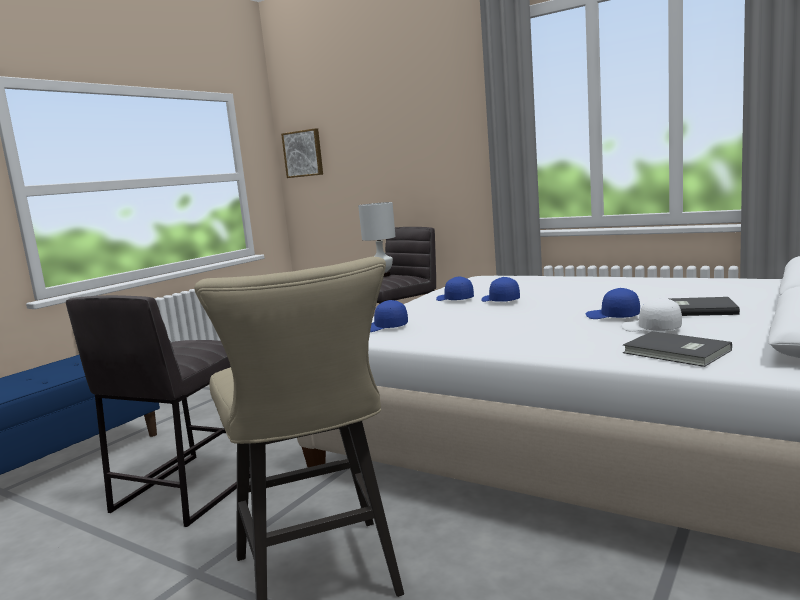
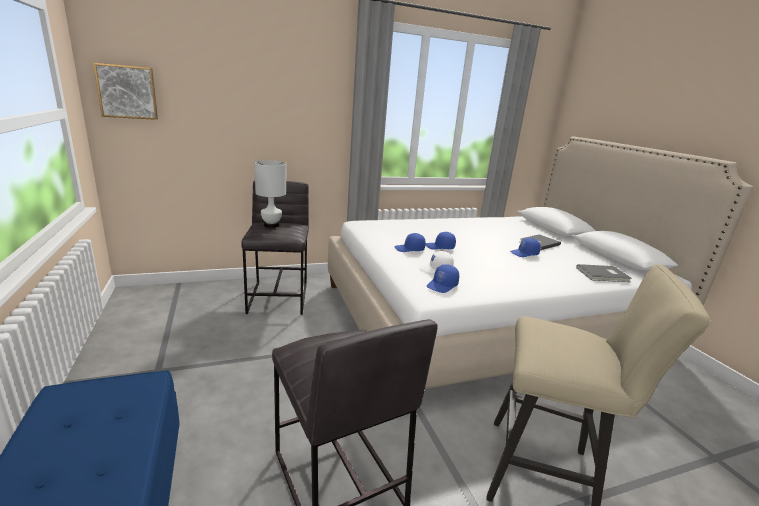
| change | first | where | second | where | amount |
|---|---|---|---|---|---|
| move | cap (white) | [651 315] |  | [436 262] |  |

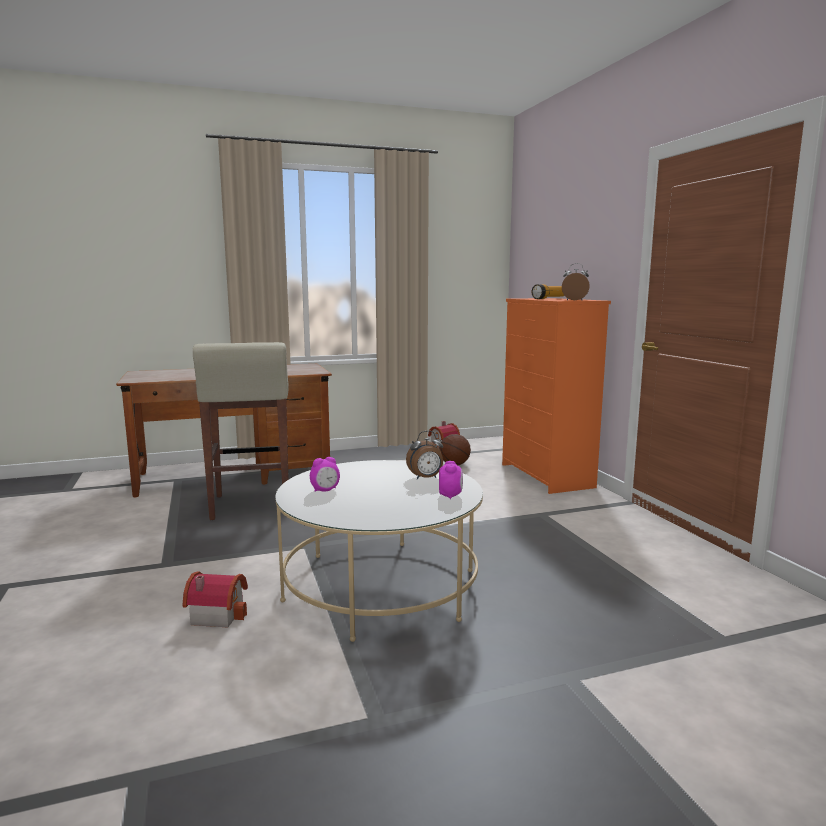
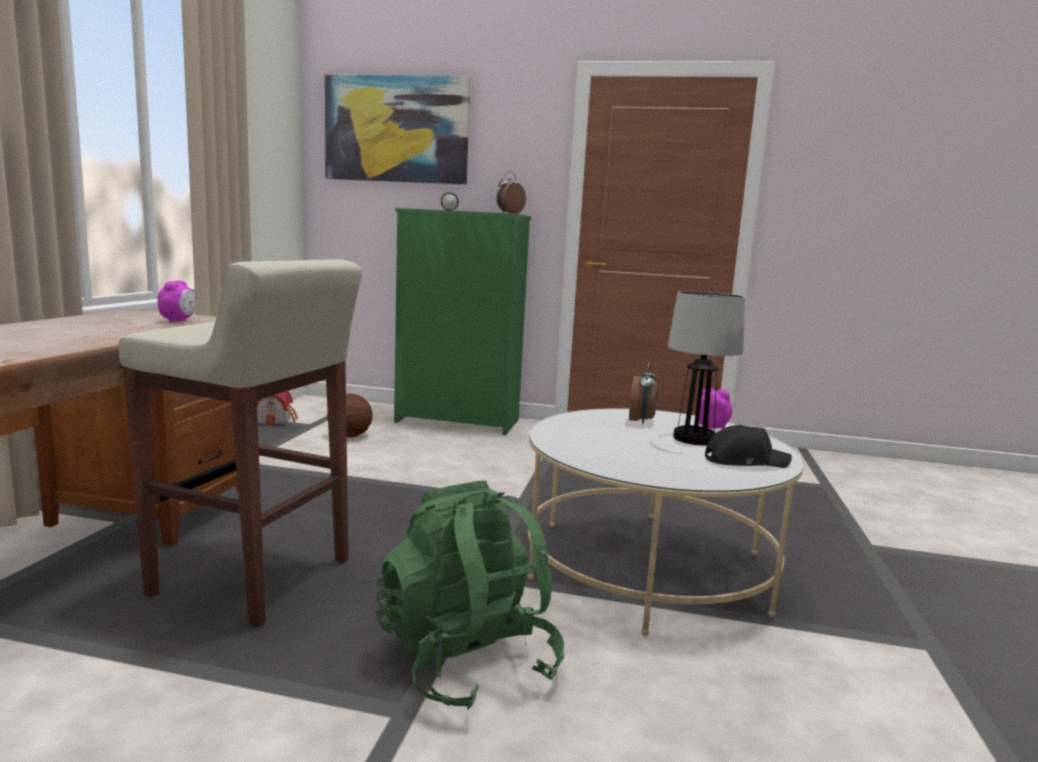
| change | first | where | second | where | amount |
|---|---|---|---|---|---|
| delete | toy house | [215 600] |  |  |  |
| insert |  |  | picture | [397 129] |  |
| insert |  |  | backpack (green) | [470 595] |  |
| insert |  |  | table lamp | [706 368] |  |
| insert |  |  | cap (black) | [748 446] |  |
| move | alarm clock | [325 474] |  | [176 301] |  |
| recolor | dresser (orange) | [556 396] | dresser (green) | [462 321] |  |

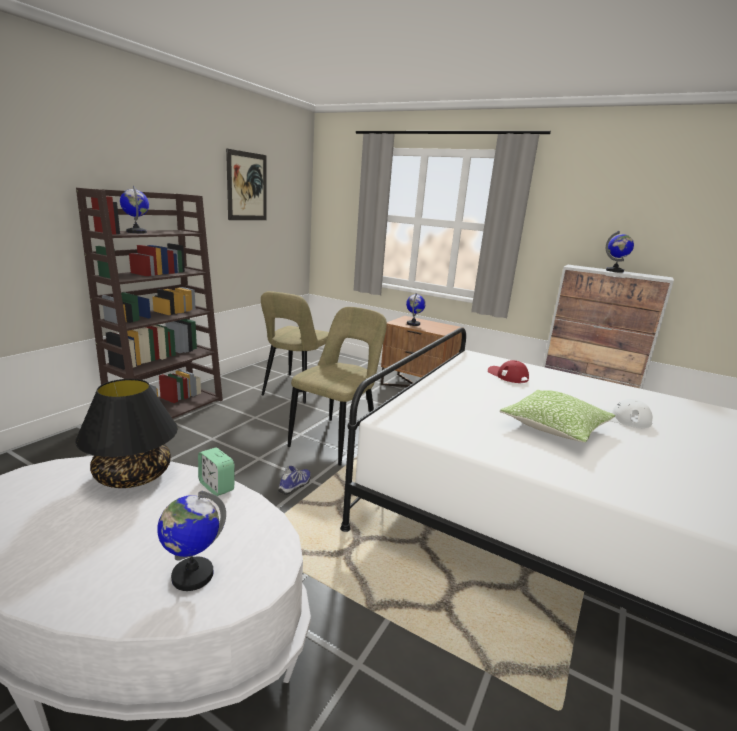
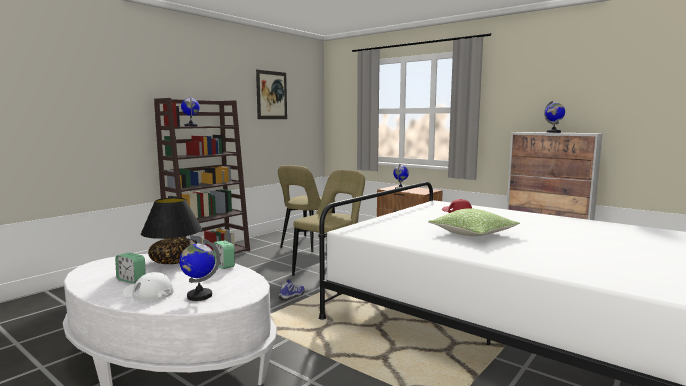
| change | first | where | second | where | amount |
|---|---|---|---|---|---|
| insert |  |  | alarm clock | [130 268] |  |
| move | cap (white) | [625 413] |  | [148 287] |  |

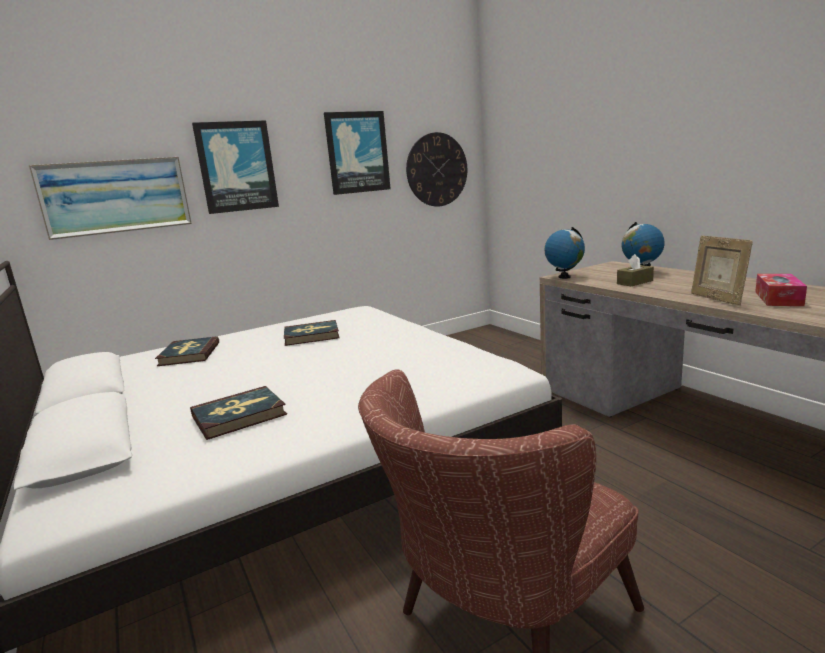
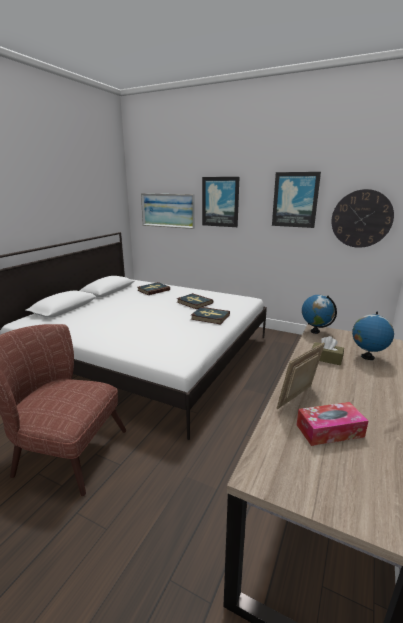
| change | first | where | second | where | amount |
|---|---|---|---|---|---|
| move | book | [238 413] |  | [210 315] |  |

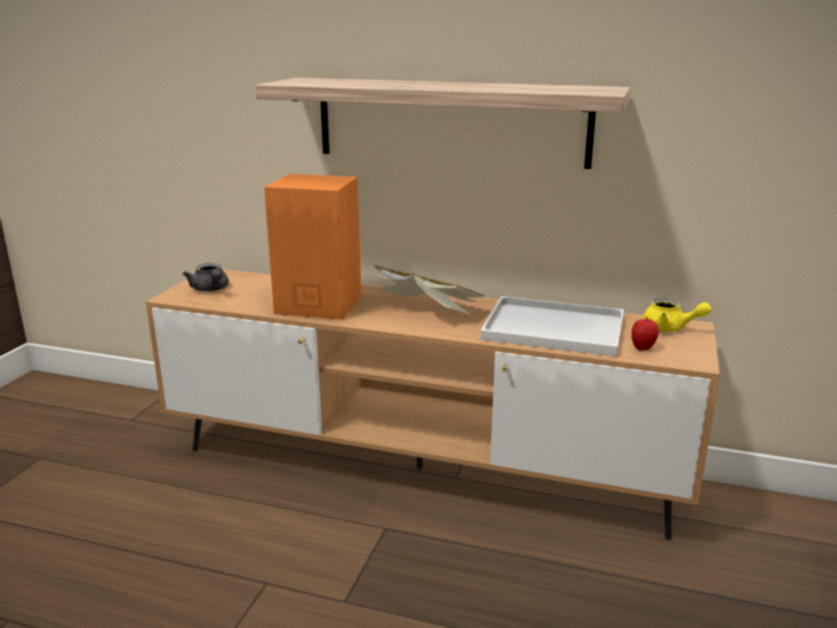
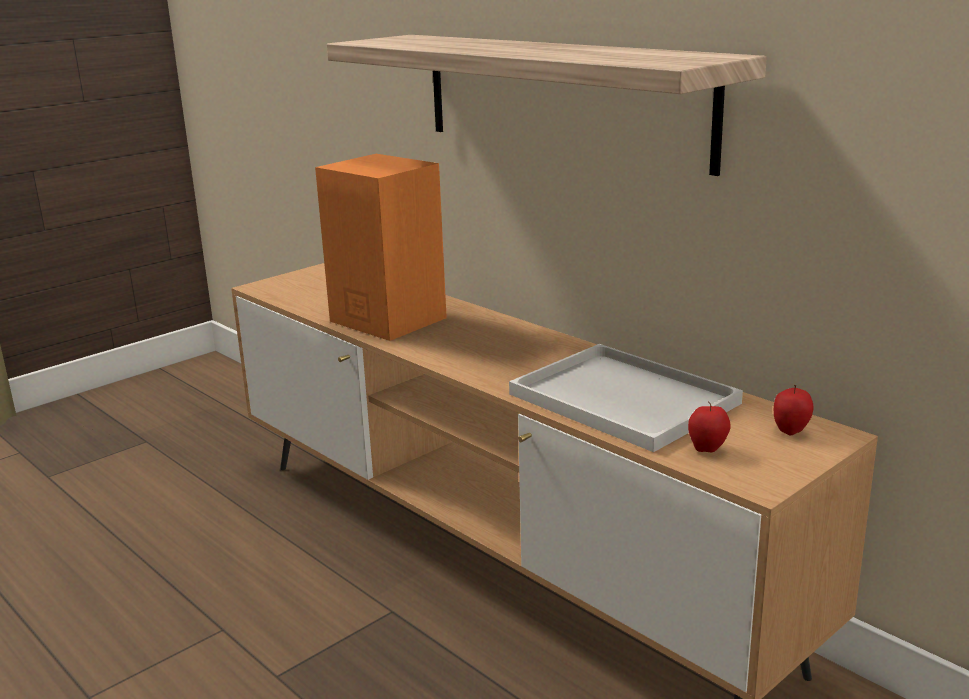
| change | first | where | second | where | amount |
|---|---|---|---|---|---|
| delete | teapot (grey) | [206 277] |  |  |  |
| delete | book | [428 290] |  |  |  |
| replace | teapot (yellow) | [676 315] | apple | [793 410] |  |

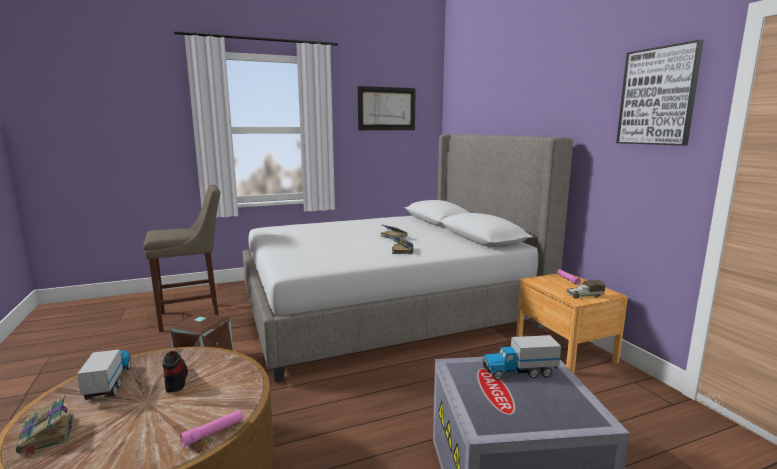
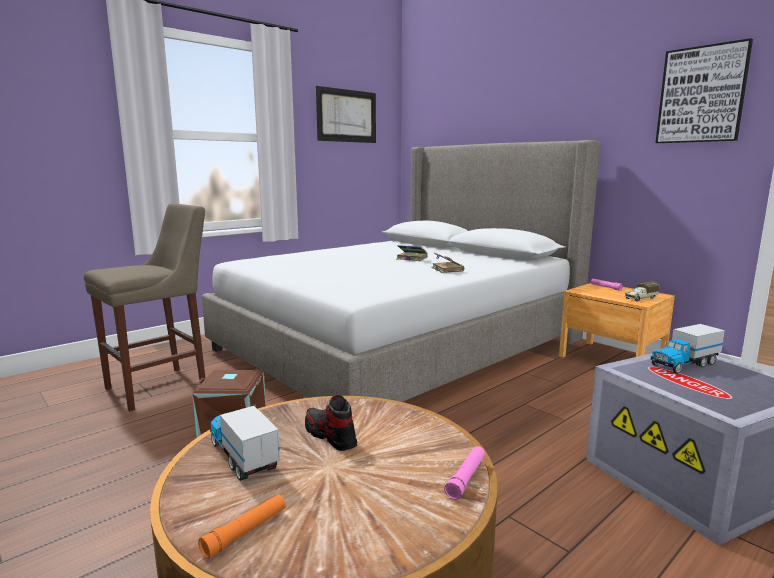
| change | first | where | second | where | amount |
|---|---|---|---|---|---|
| replace | book | [44 425] | flashlight (orange) | [242 526] |  |

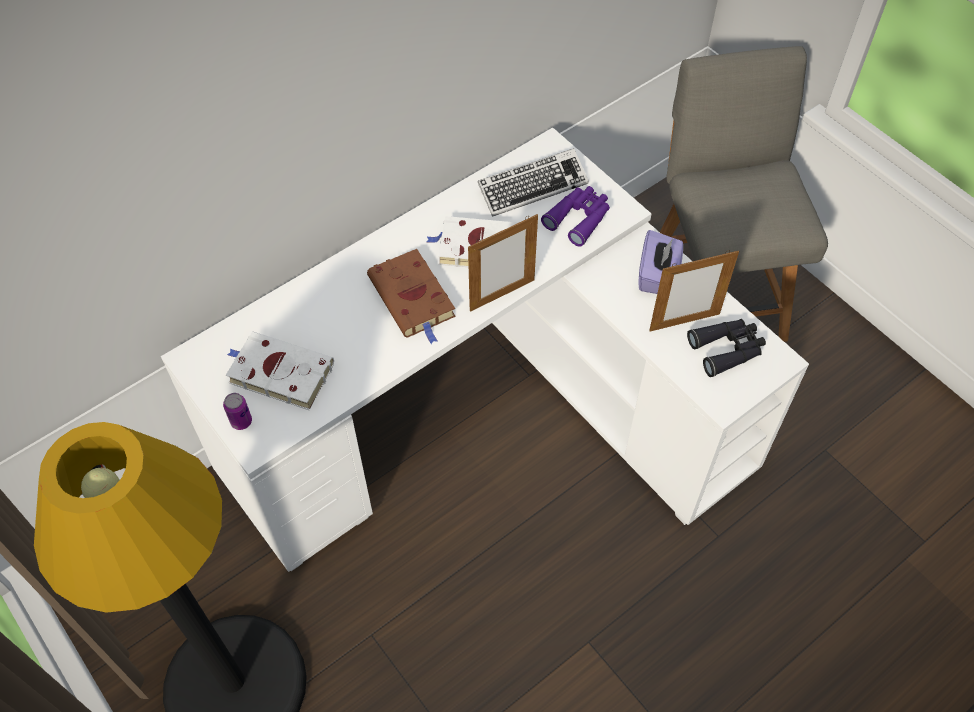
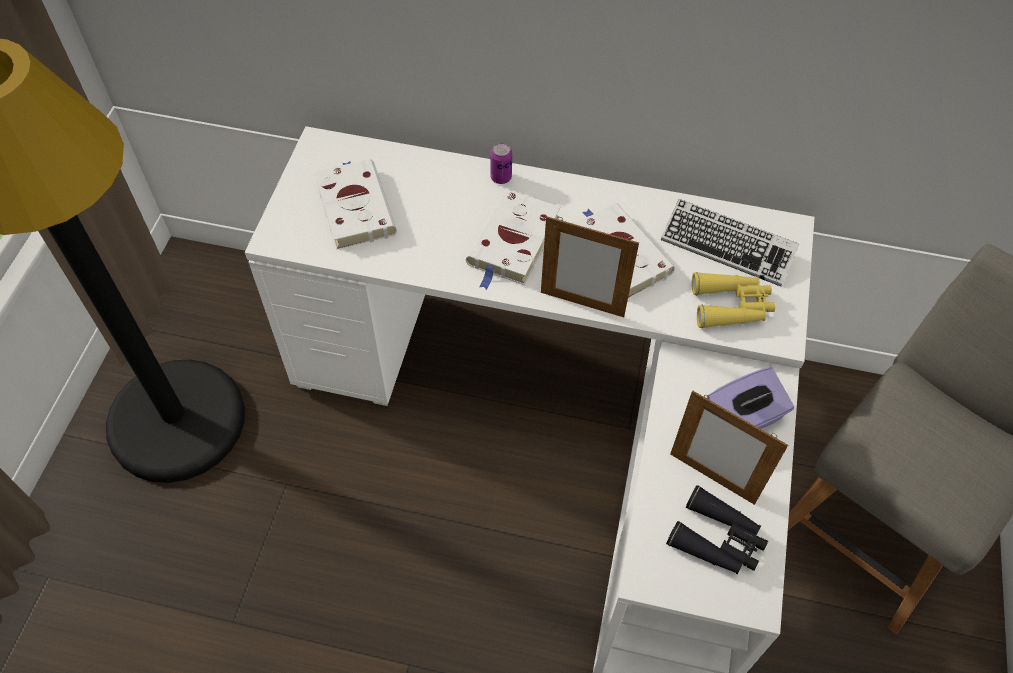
| change | first | where | second | where | amount |
|---|---|---|---|---|---|
| move | can | [237 411] |  | [501 163] |  |
| recolor | book (brown) | [411 296] | book (white) | [513 239] |  |
| recolor | binoculars (purple) | [575 216] | binoculars (yellow) | [733 300] |  |

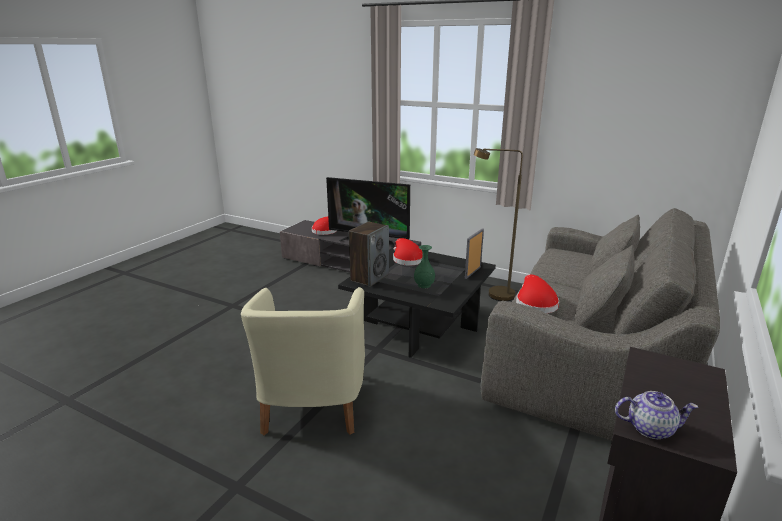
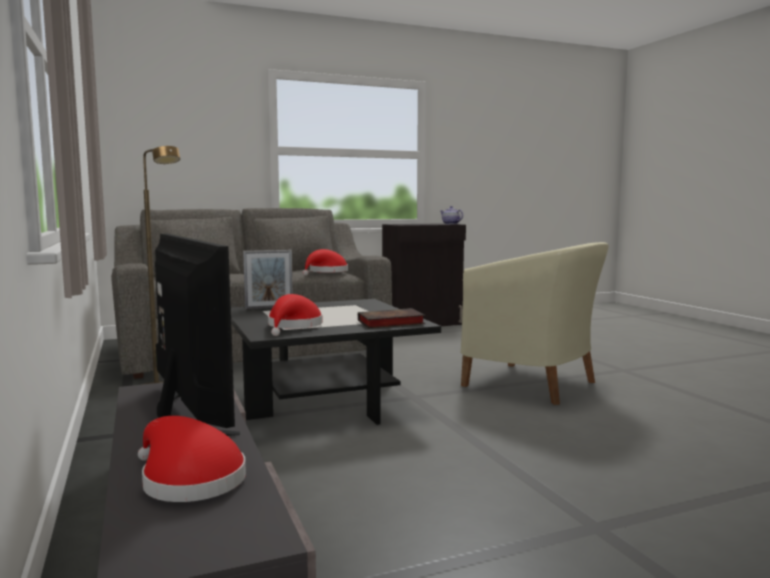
| change | first | where | second | where | amount |
|---|---|---|---|---|---|
| delete | vase (green) | [424 266] |  |  |  |
| replace | speaker | [369 254] | book | [391 318] |  |
| rotate | armchair (beige) | [303 361] |  | [535 323] | 90 degrees clockwise |

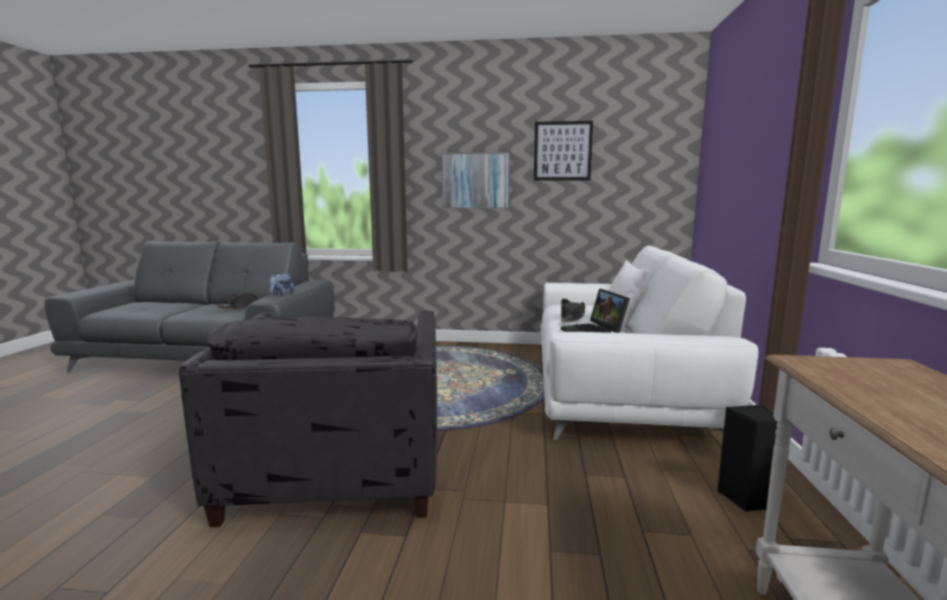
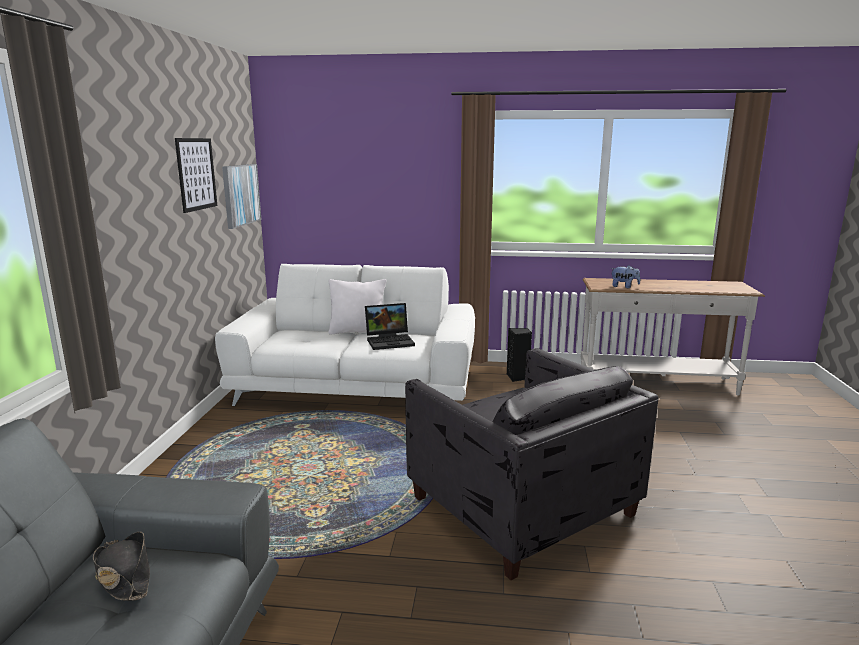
| change | first | where | second | where | amount |
|---|---|---|---|---|---|
| delete | hat (black) | [573 310] |  |  |  |
| move | plush toy | [282 284] |  | [625 276] |  |
| move | picture | [476 180] |  | [241 196] |  |
| rotate | armchair (grey) | [308 419] |  | [531 464] | 60 degrees clockwise |

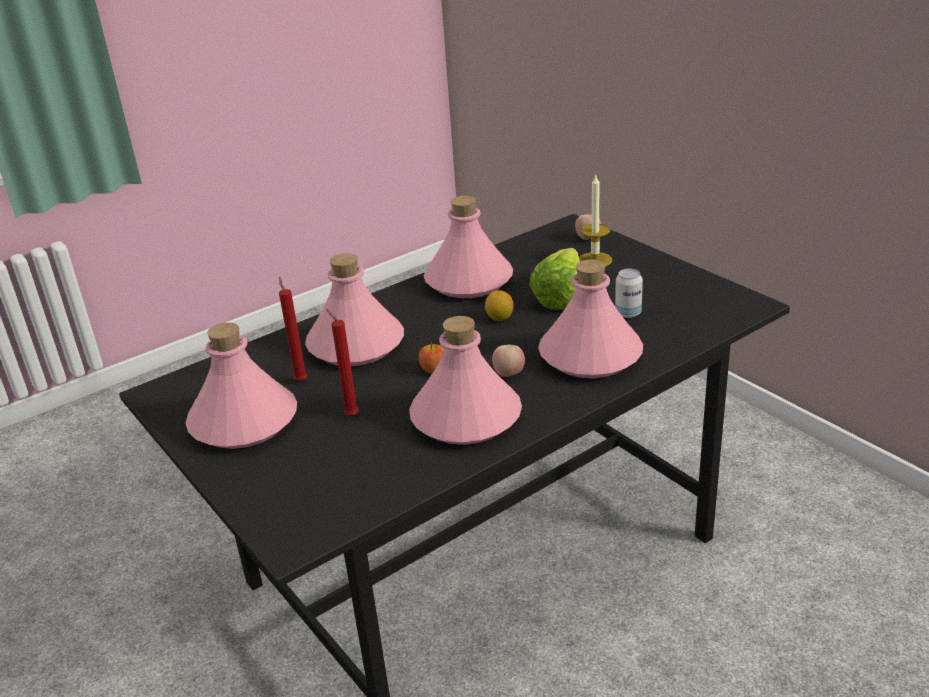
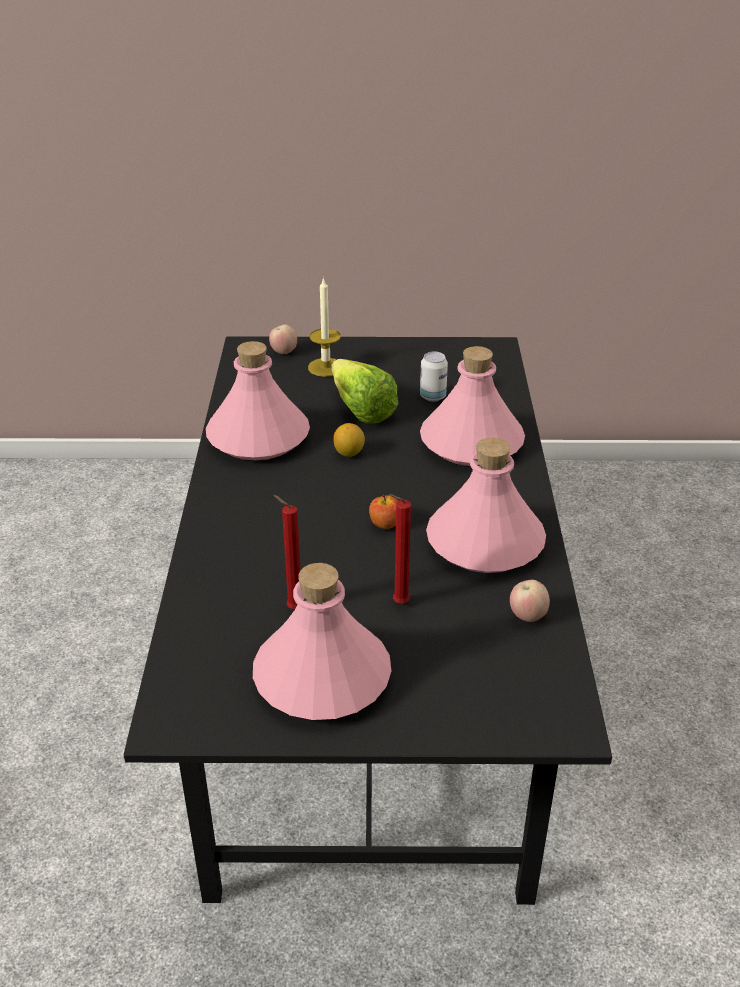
| change | first | where | second | where | amount |
|---|---|---|---|---|---|
| delete | bottle (pink) | [354 309] |  |  |  |
| move | apple | [508 361] |  | [530 601] |  |

